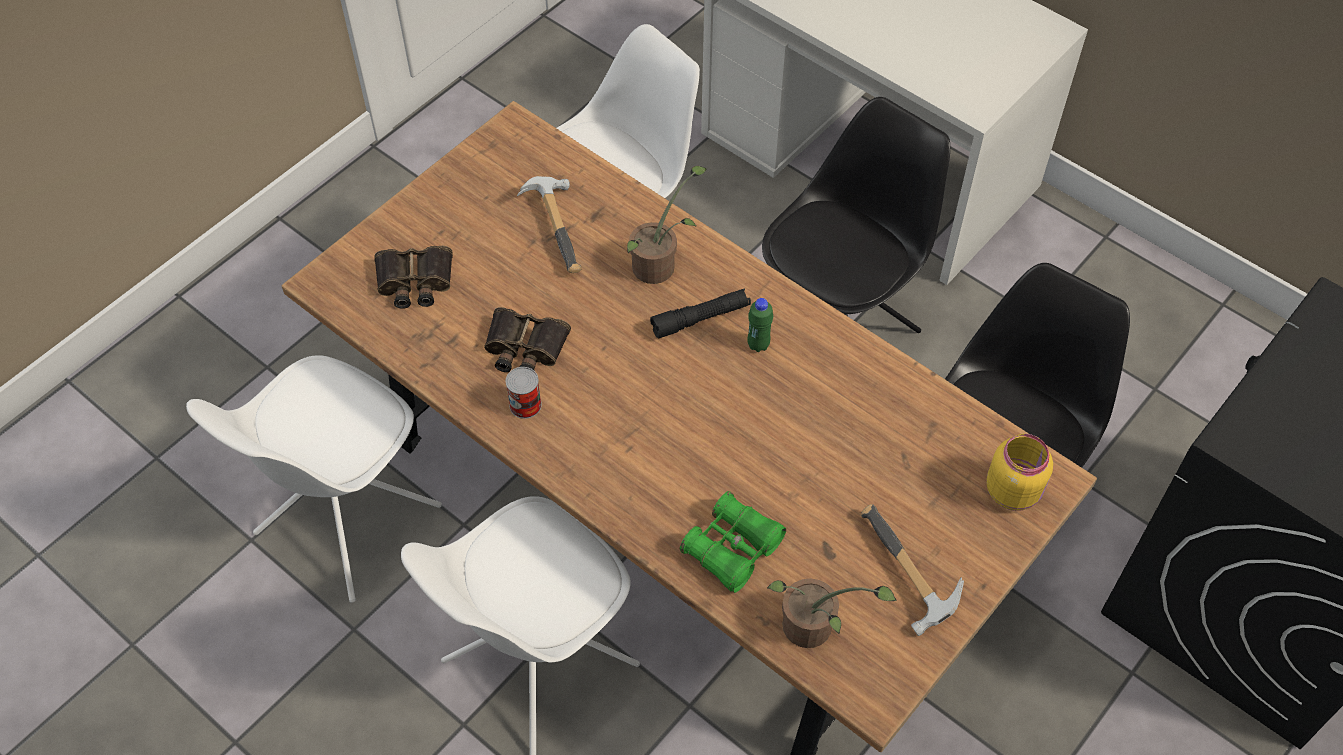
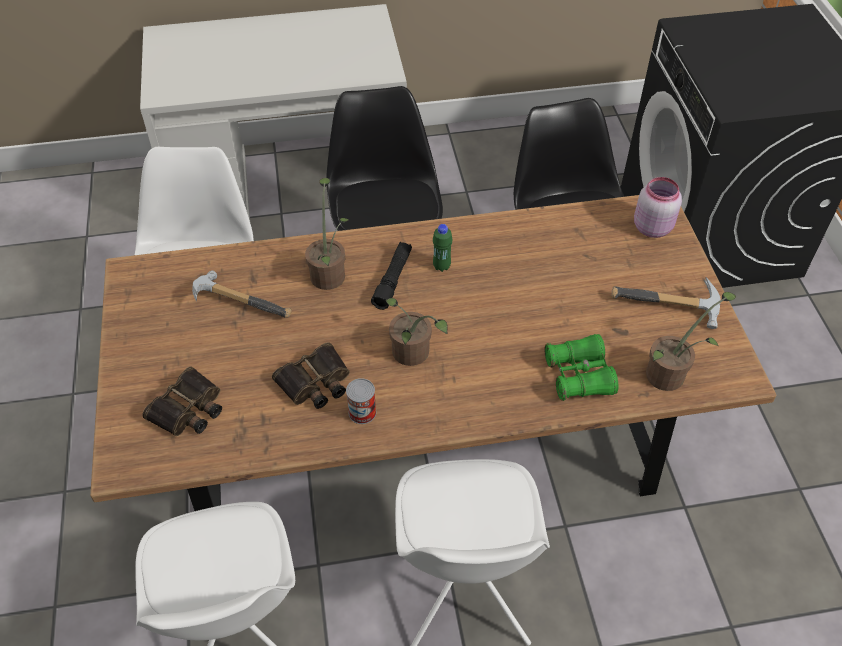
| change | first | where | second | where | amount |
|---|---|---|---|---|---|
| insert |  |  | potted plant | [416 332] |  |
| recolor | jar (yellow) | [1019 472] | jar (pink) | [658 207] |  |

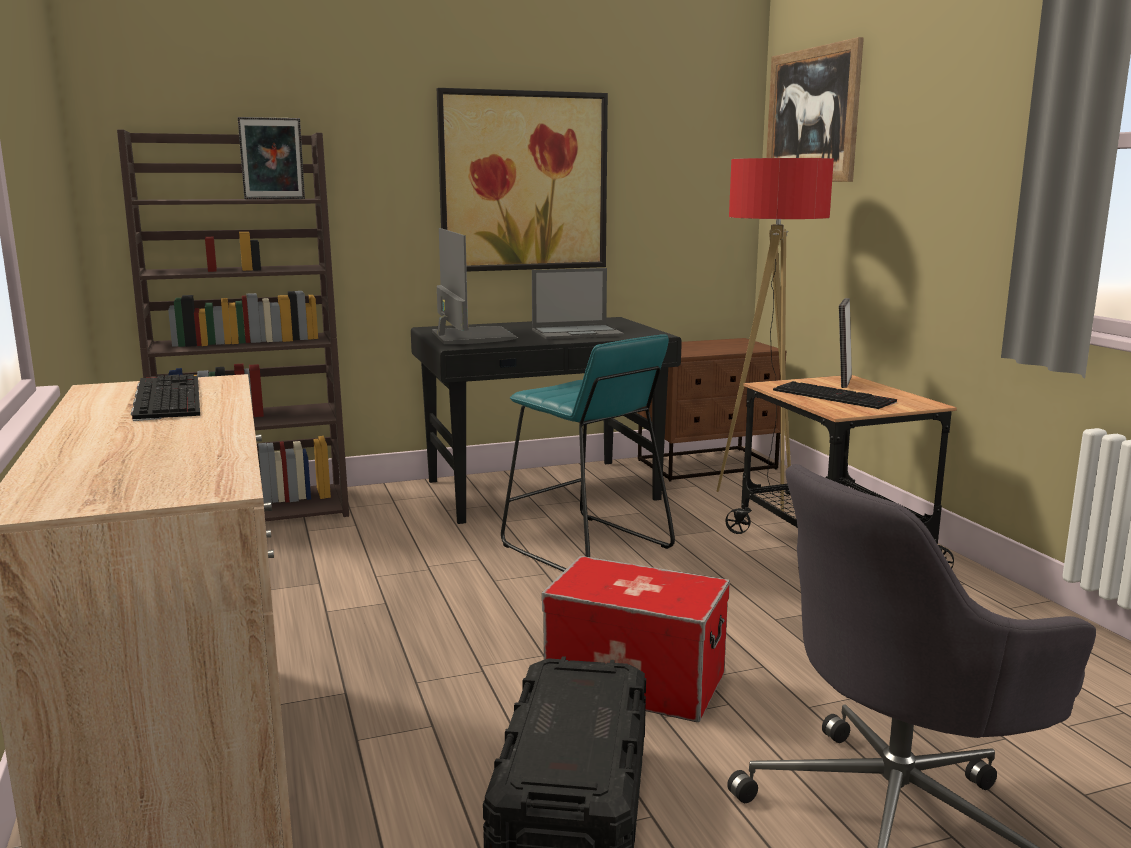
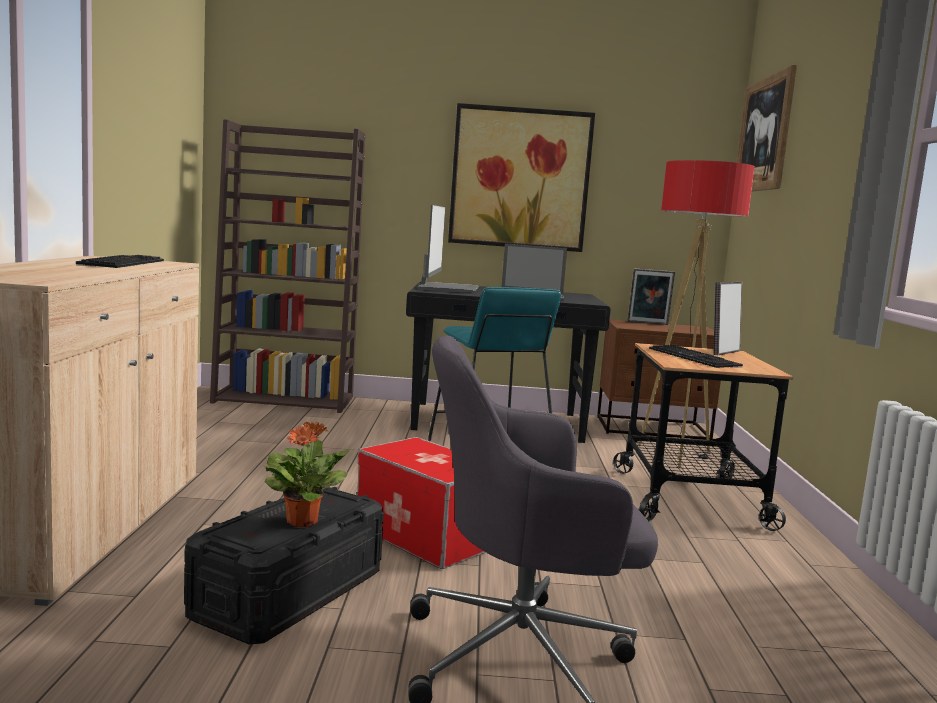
| change | first | where | second | where | amount |
|---|---|---|---|---|---|
| insert |  |  | potted plant | [306 474] |  |
| move | picture frame | [271 158] |  | [651 297] |  |

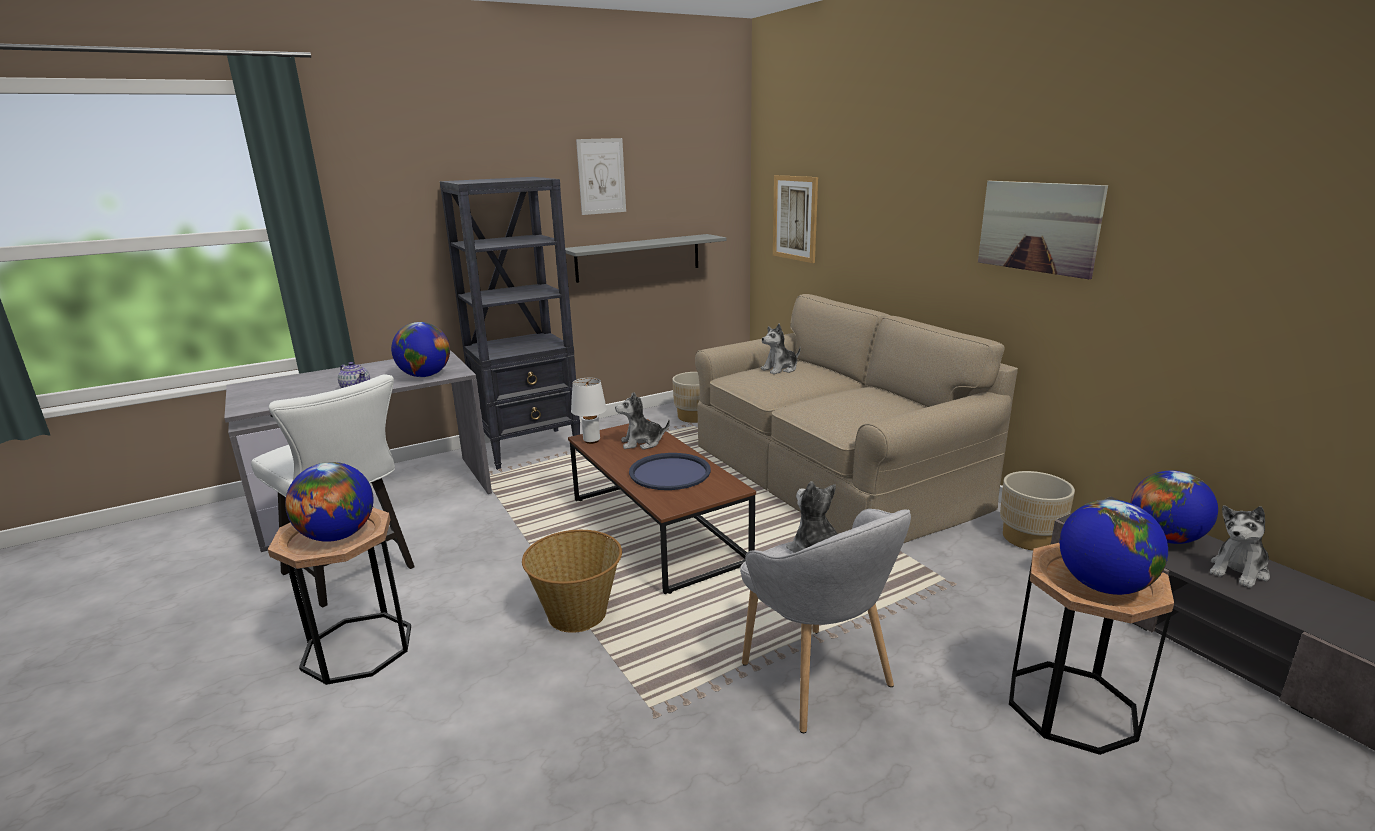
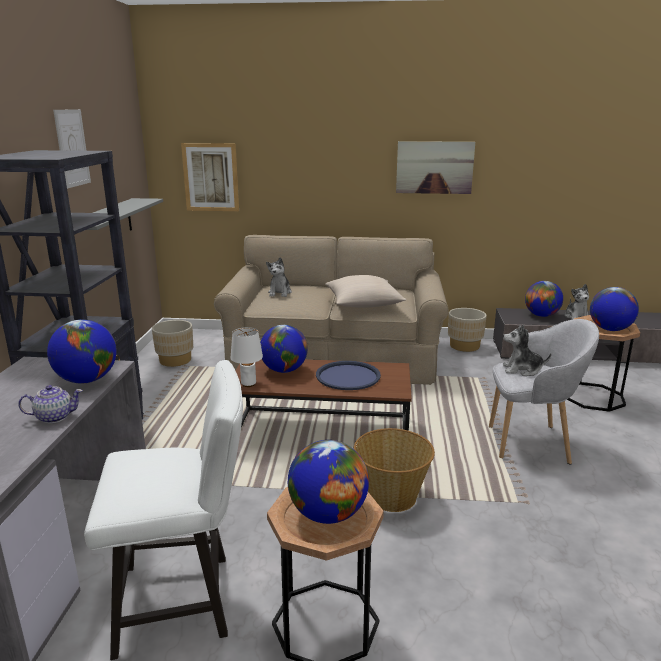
| change | first | where | second | where | amount |
|---|---|---|---|---|---|
| insert |  |  | pillow (beige) | [365 291] |  |
| replace | plush toy | [642 421] | globe | [284 349] |  |

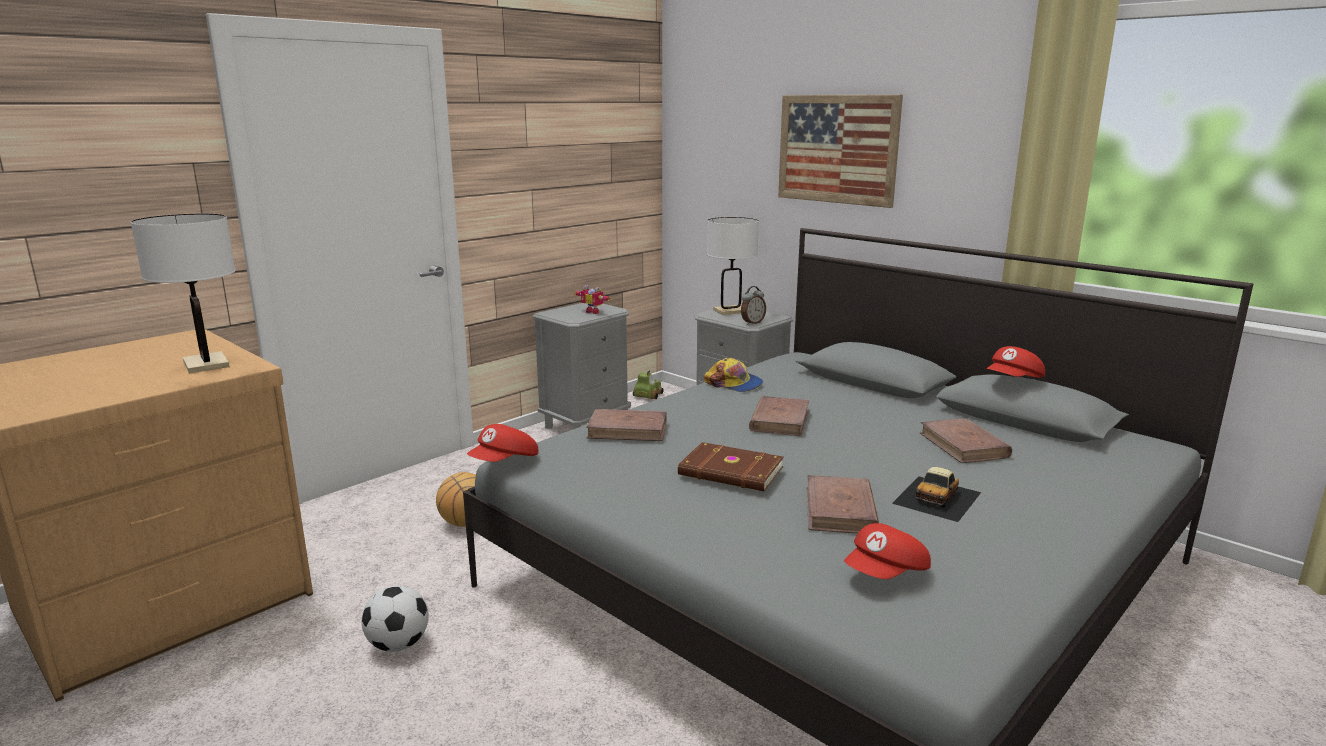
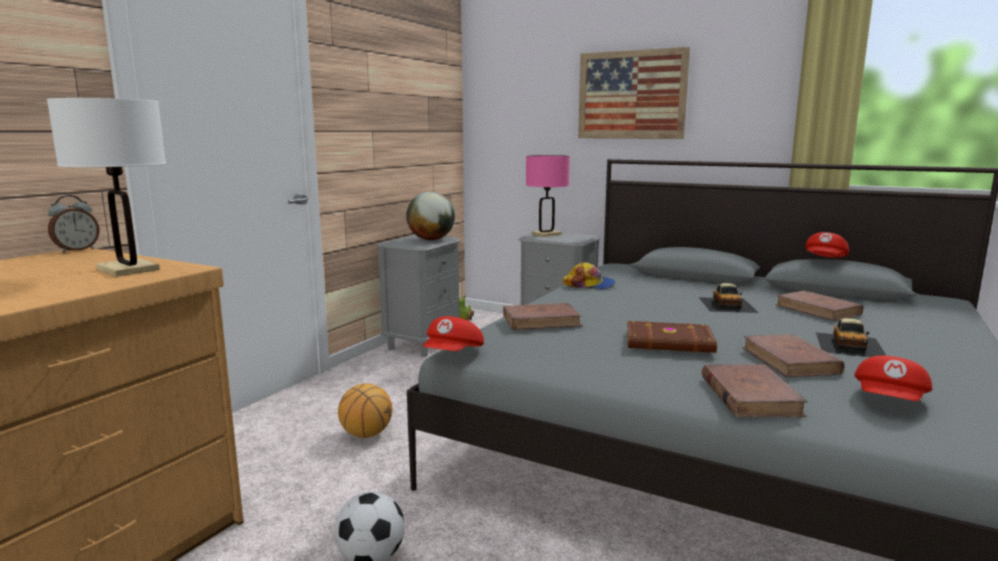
| change | first | where | second | where | amount |
|---|---|---|---|---|---|
| insert |  |  | toy car | [729 298] |  |
| move | alarm clock | [753 305] |  | [73 224] |  |
| move | book (brown) | [779 416] |  | [755 390] |  |
| replace | toy robot | [592 299] | globe | [430 216] |  |
| recolor | table lamp (white) | [733 266] | table lamp (pink) | [548 196] |  |

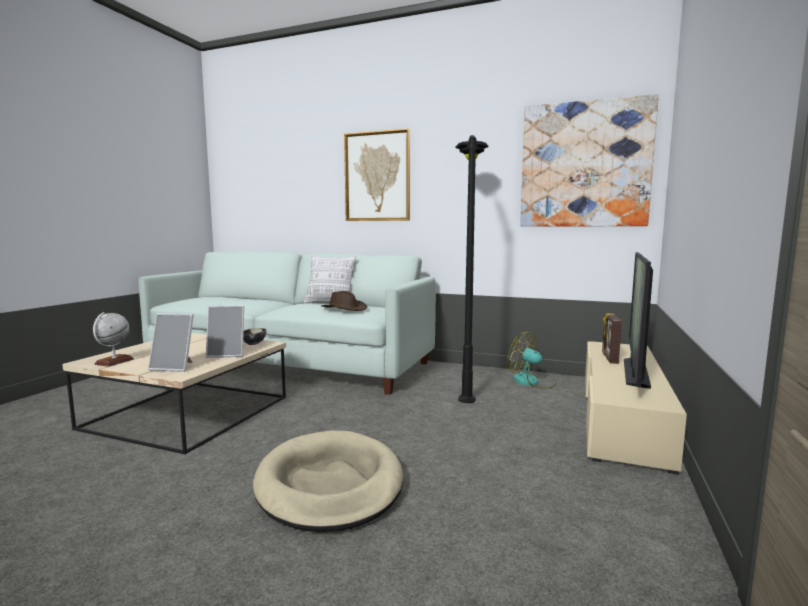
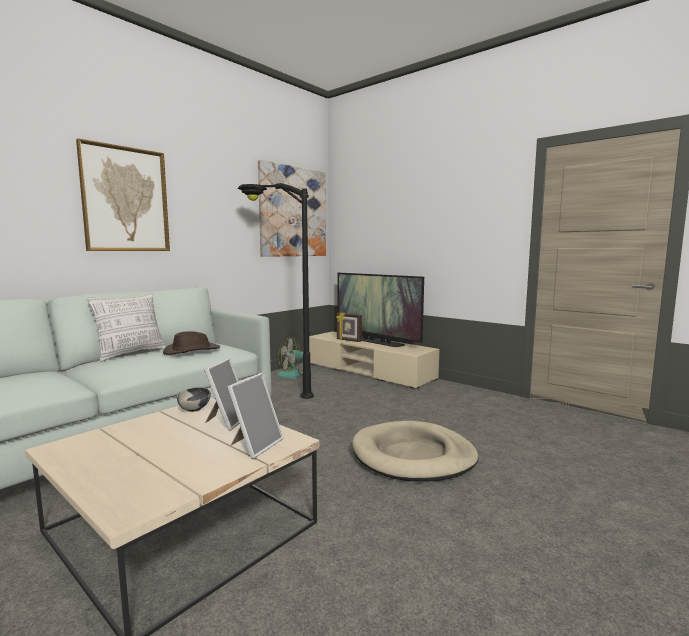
| change | first | where | second | where | amount |
|---|---|---|---|---|---|
| delete | globe | [113 339] |  |  |  |

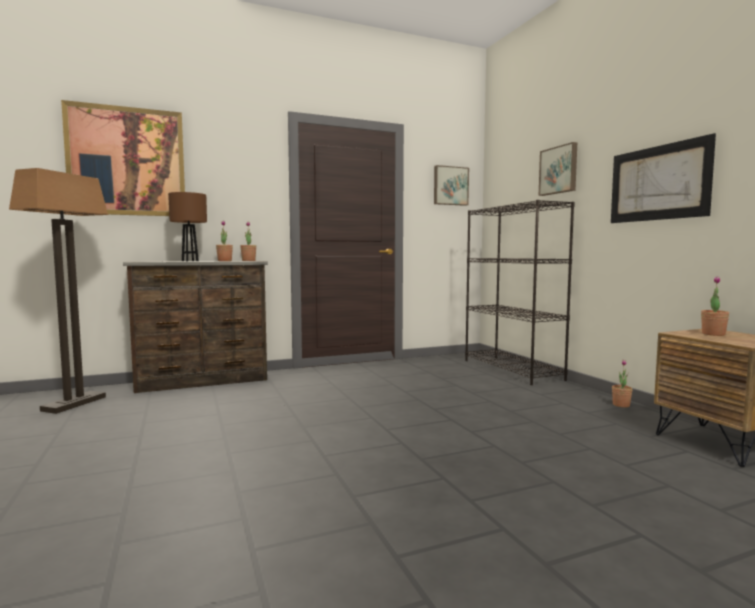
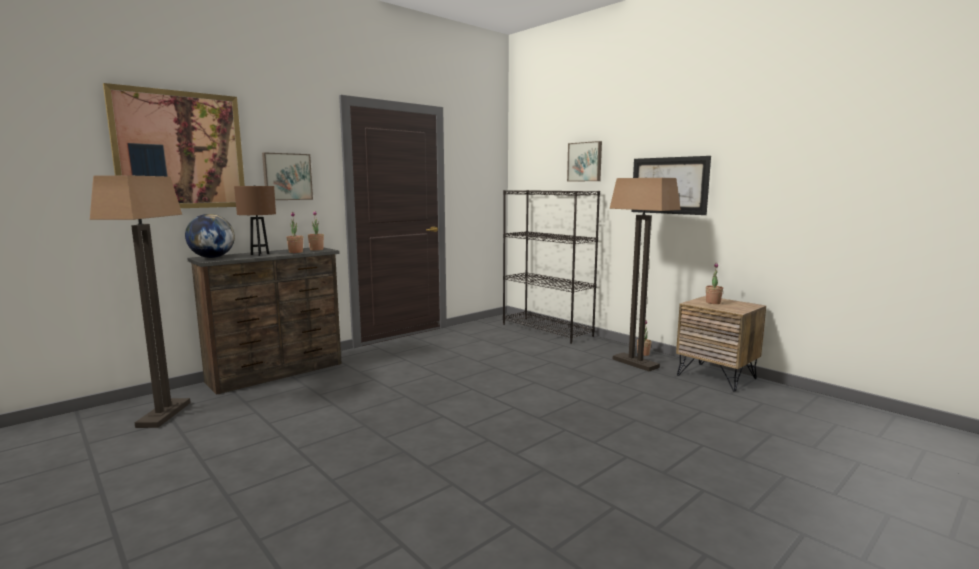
| change | first | where | second | where | amount |
|---|---|---|---|---|---|
| insert |  |  | globe | [210 236] |  |
| insert |  |  | floor lamp | [645 274] |  |
| move | picture | [451 185] |  | [287 176] |  |

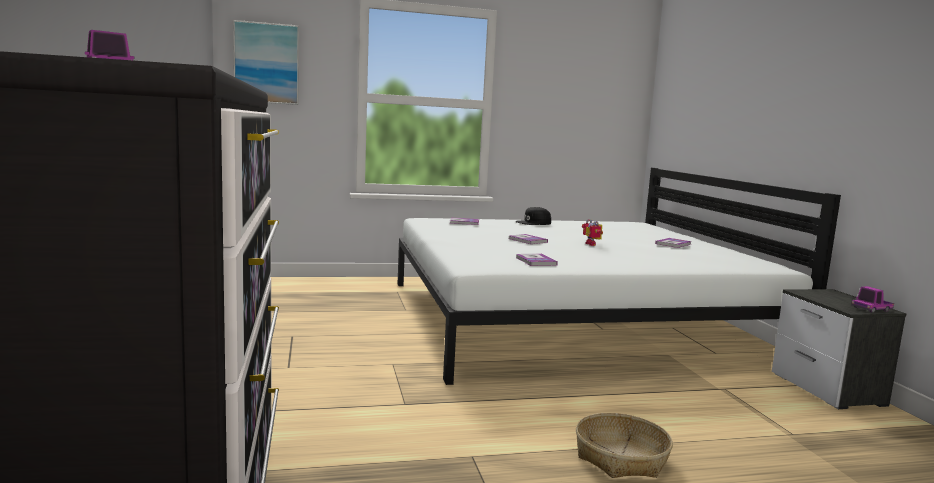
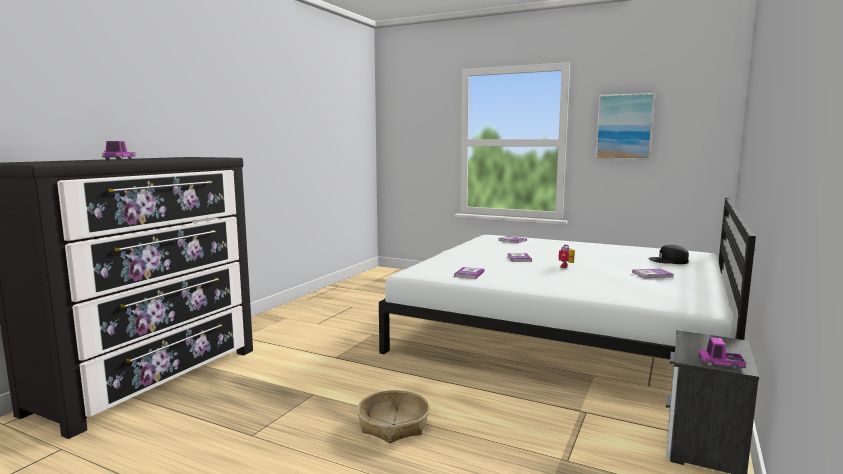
| change | first | where | second | where | amount |
|---|---|---|---|---|---|
| move | picture | [266 62] |  | [625 126] |  |
| move | cap (black) | [533 216] |  | [669 254] |  |

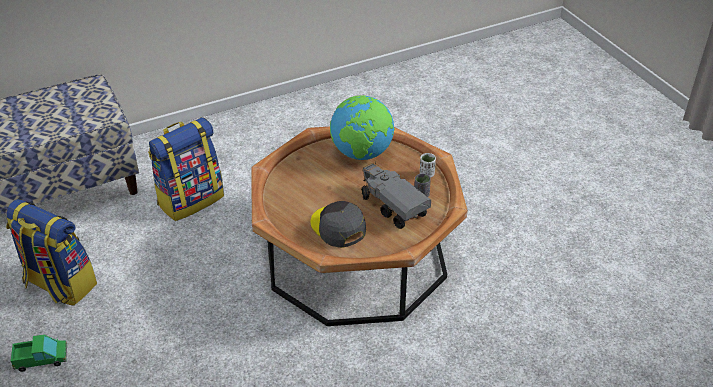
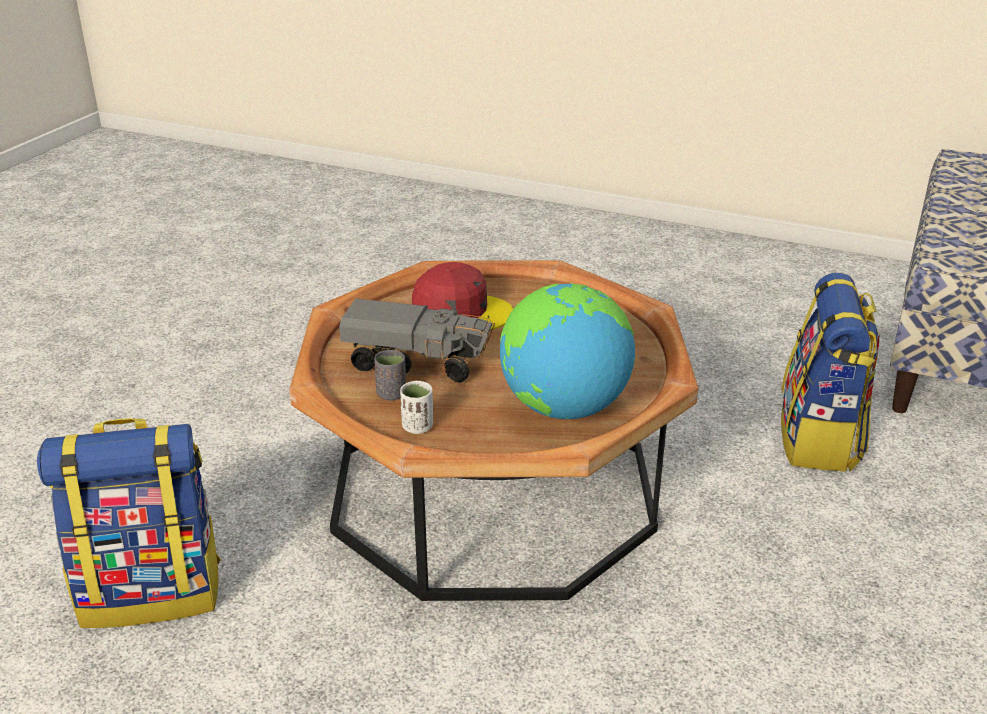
| change | first | where | second | where | amount |
|---|---|---|---|---|---|
| delete | toy truck | [39 353] |  |  |  |
| move | backpack | [51 252] |  | [129 523] |  |
| recolor | cap (grey) | [338 224] | cap (red) | [462 296] |  |

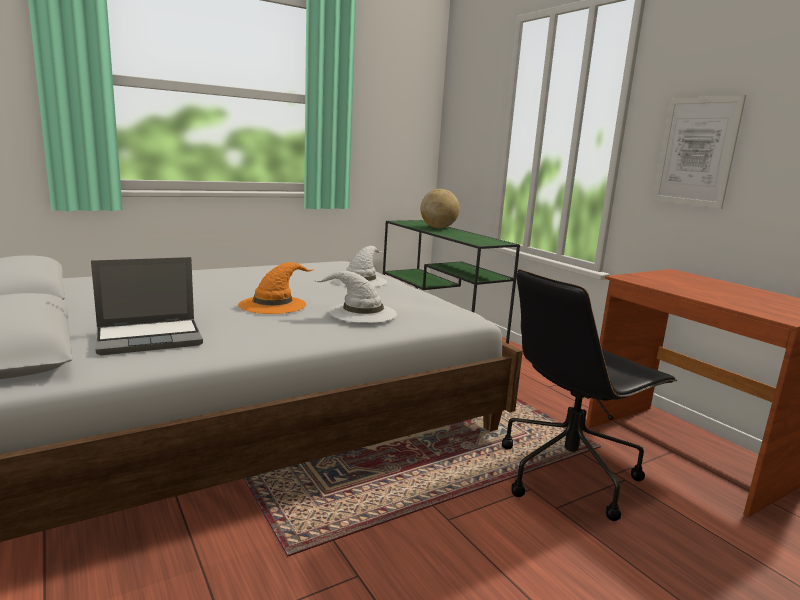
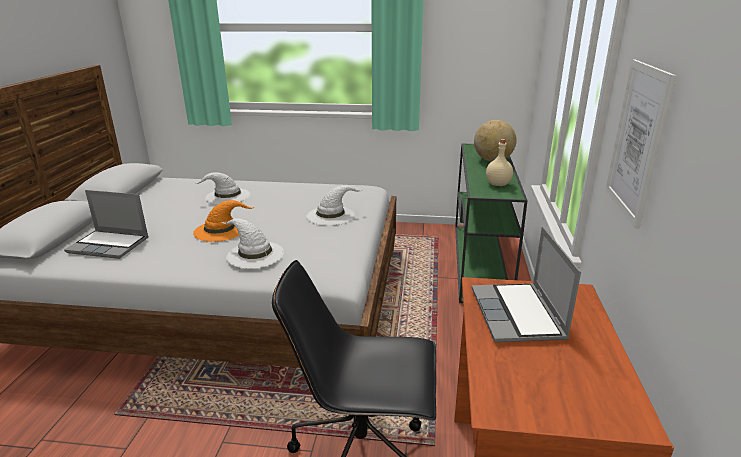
| change | first | where | second | where | amount |
|---|---|---|---|---|---|
| insert |  |  | hat (white) | [222 188] |  |
| insert |  |  | laptop | [526 284] |  |
| insert |  |  | bottle (beige) | [499 162] |  |

